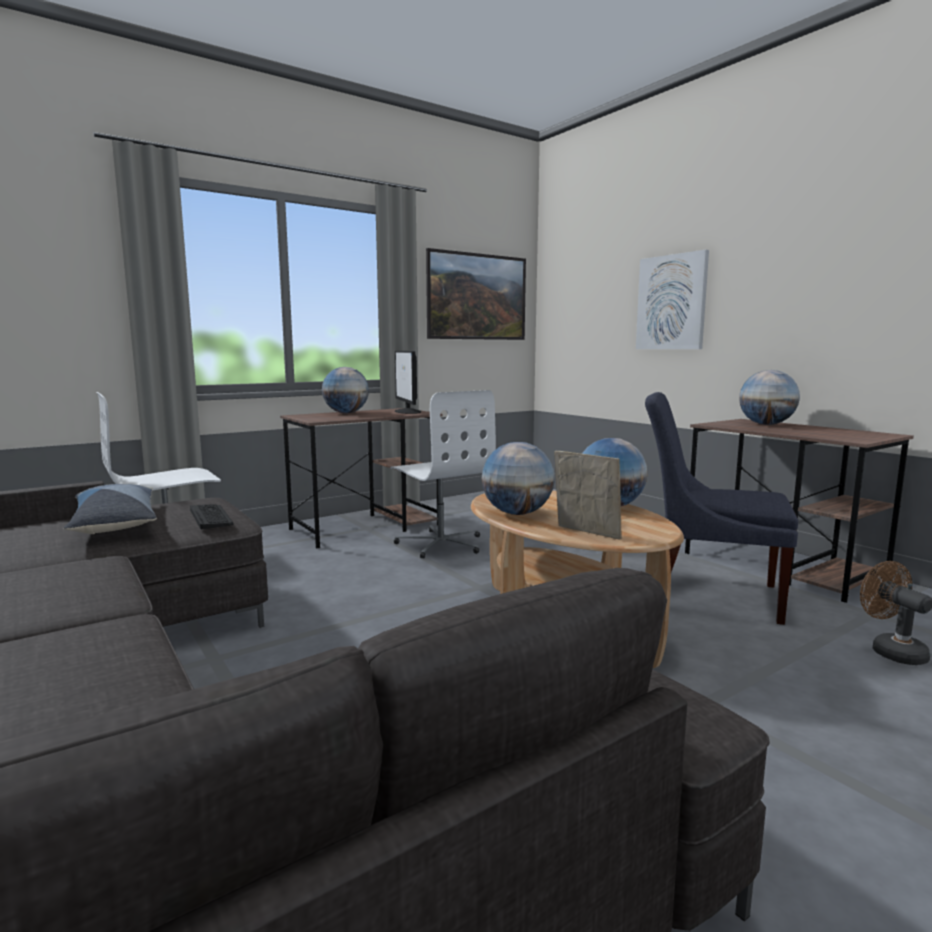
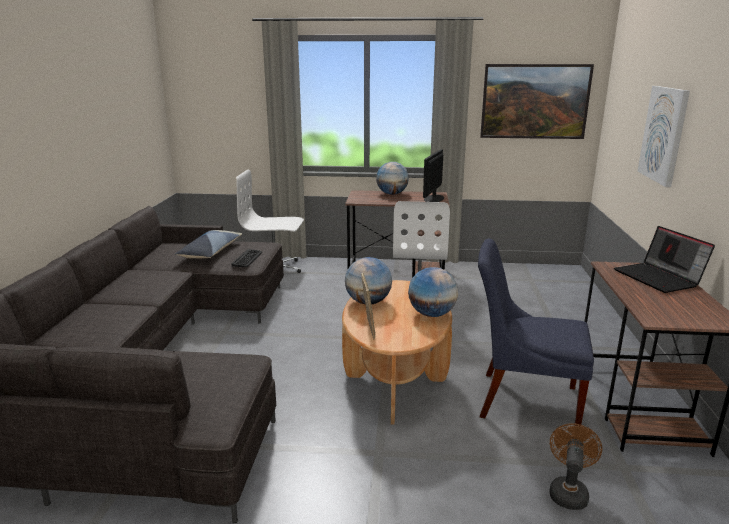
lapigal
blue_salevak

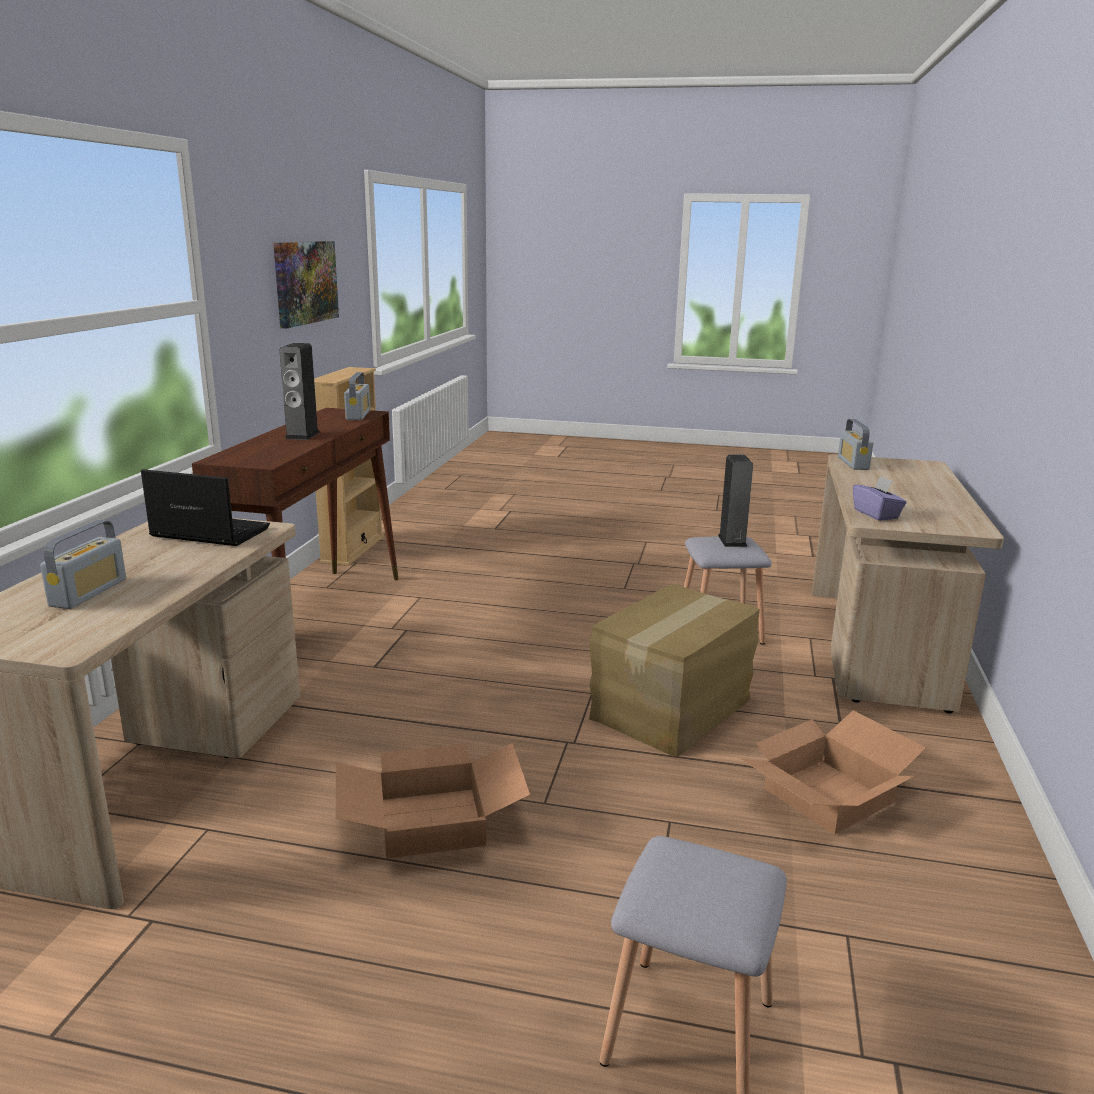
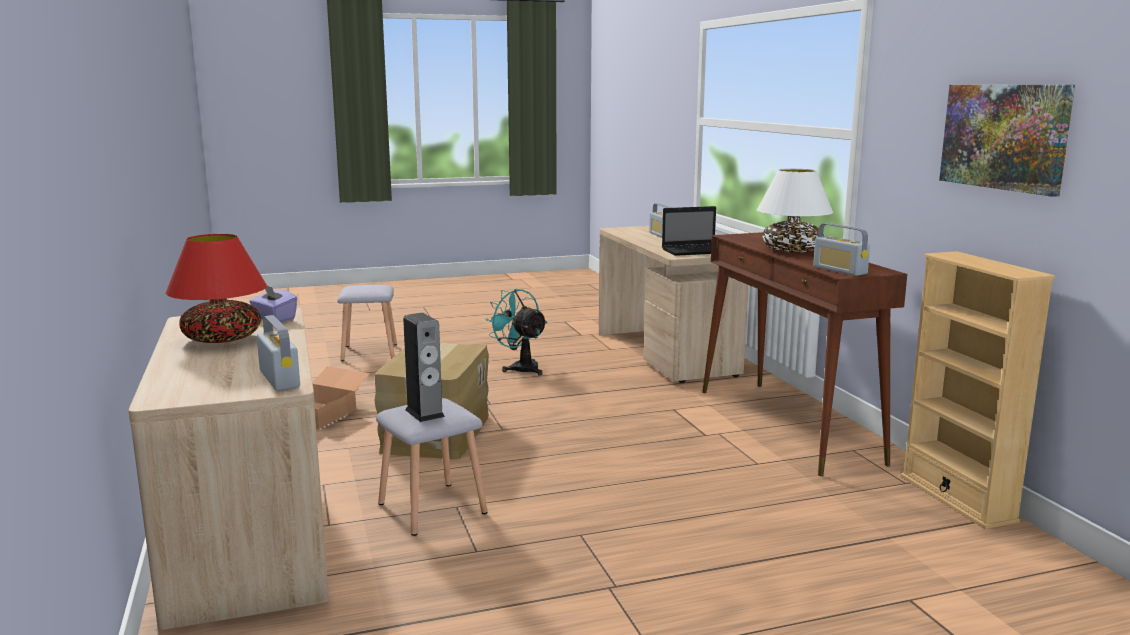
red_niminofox
white_niminofox
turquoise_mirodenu

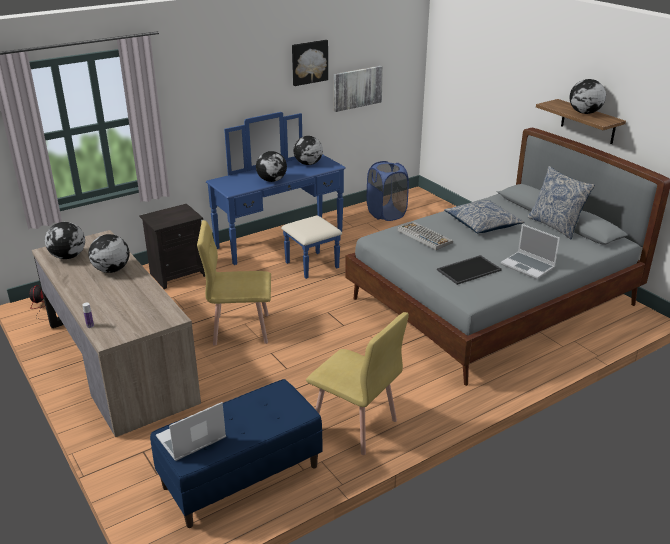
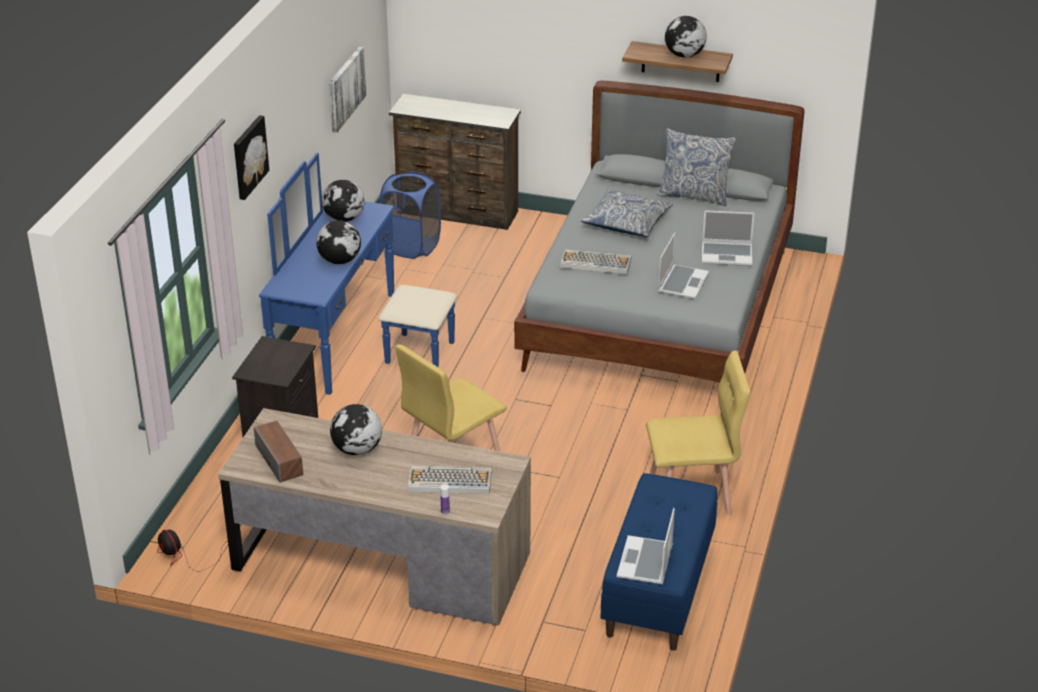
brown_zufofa
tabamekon (no. 1 from left)
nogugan (no. 1 from left)
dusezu
lapigal (no. 2 from left)

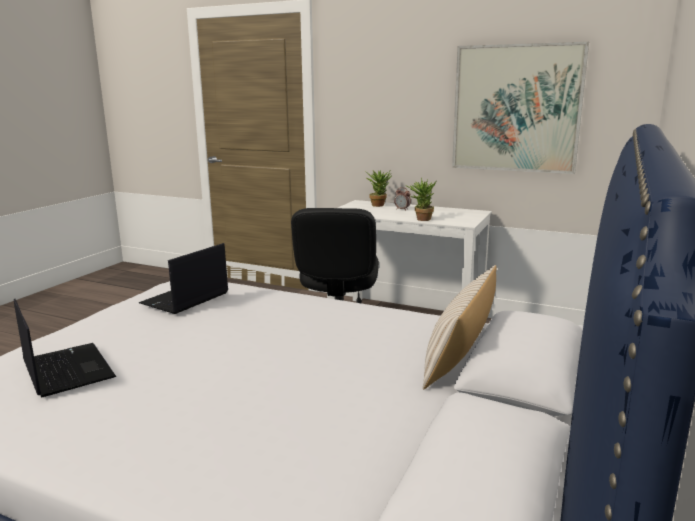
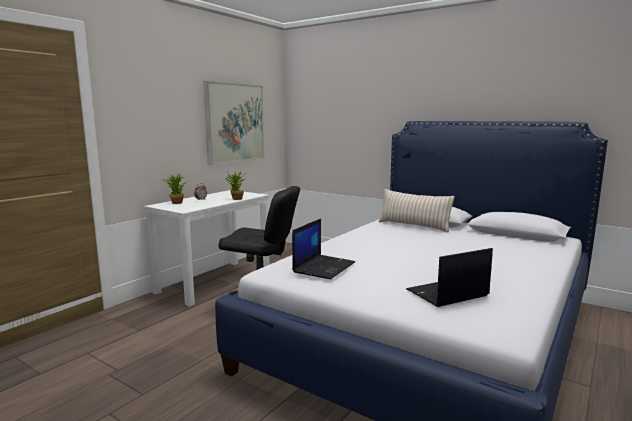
lapigal (no. 1 from left)

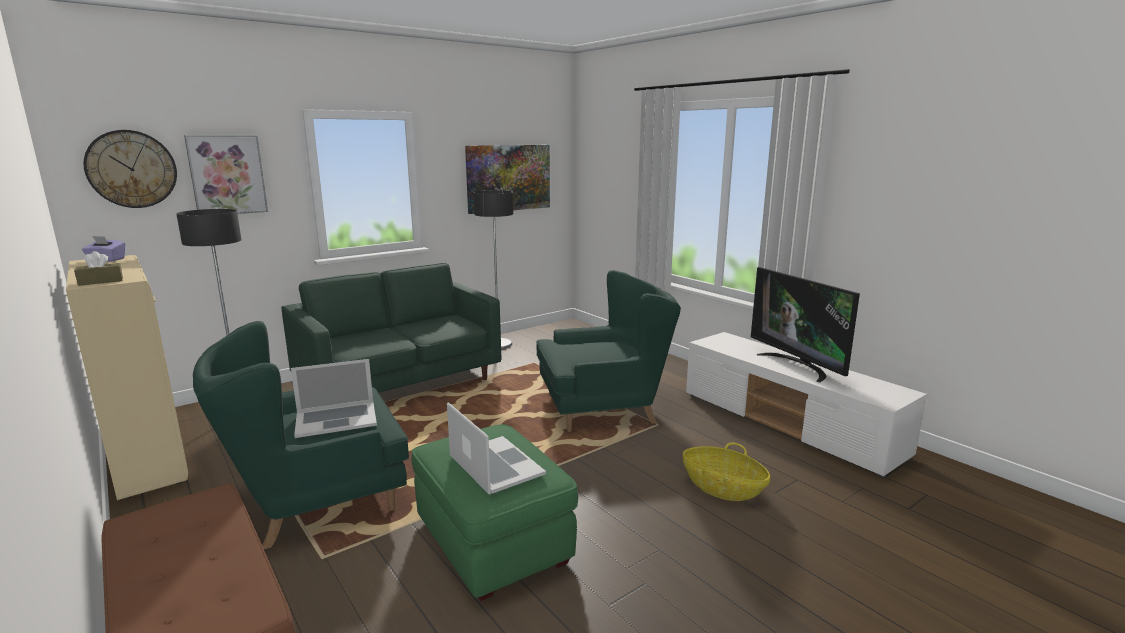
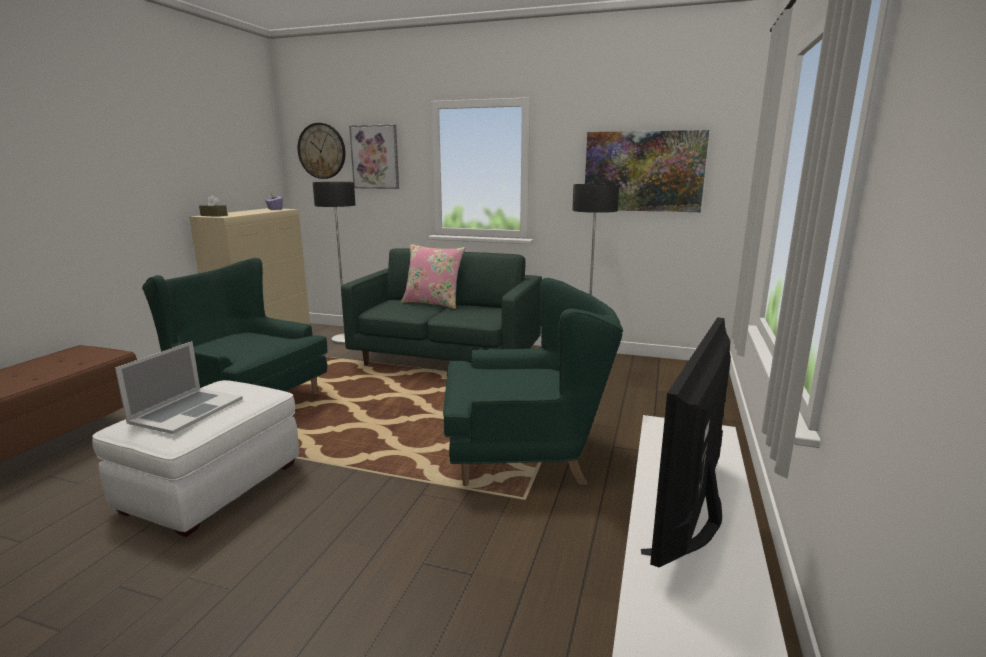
lapigal (no. 1 from left in the first image)
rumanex
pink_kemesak
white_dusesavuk
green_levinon (no. 2 from left)

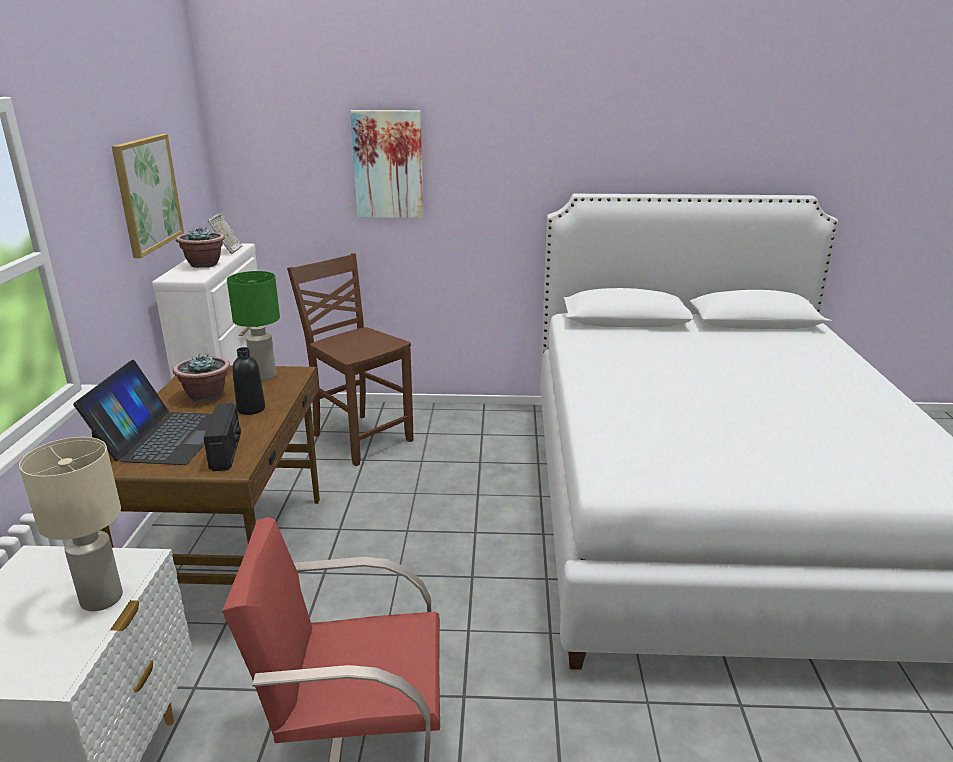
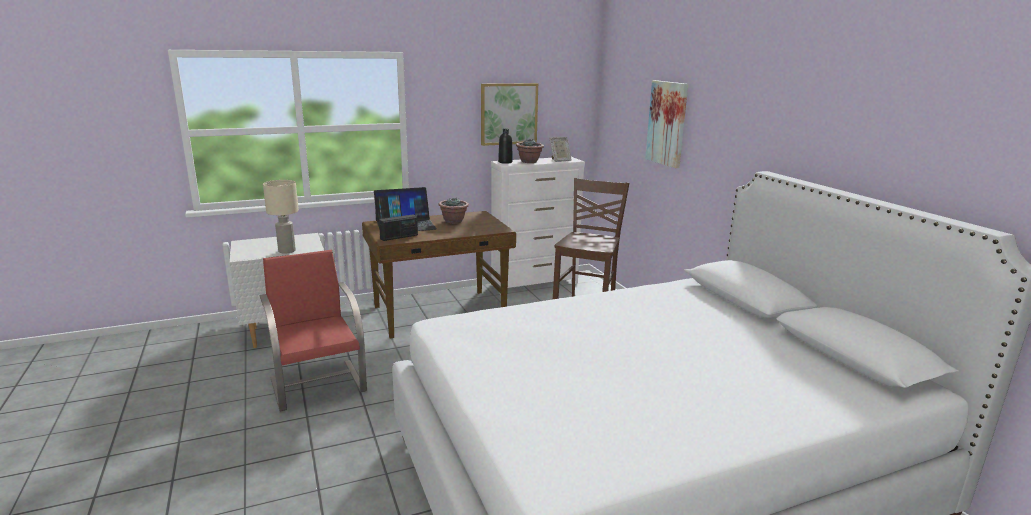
green_niminofox
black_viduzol

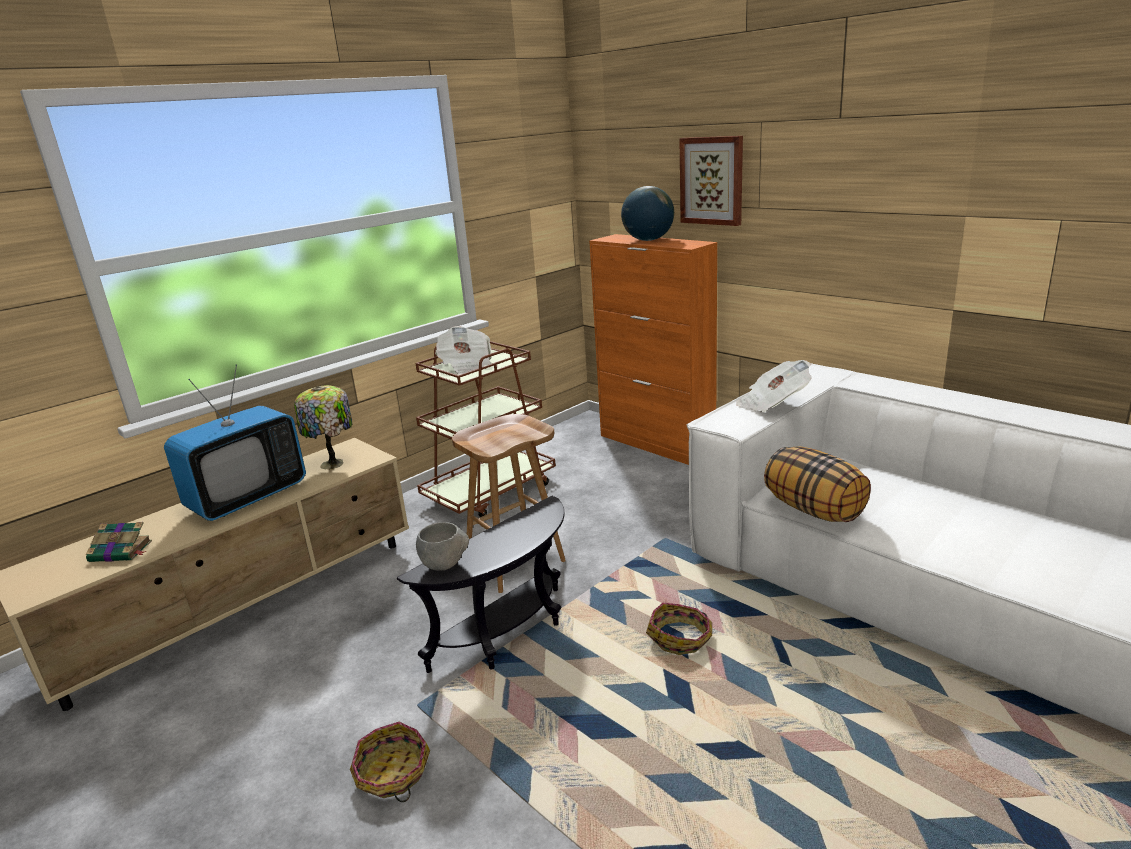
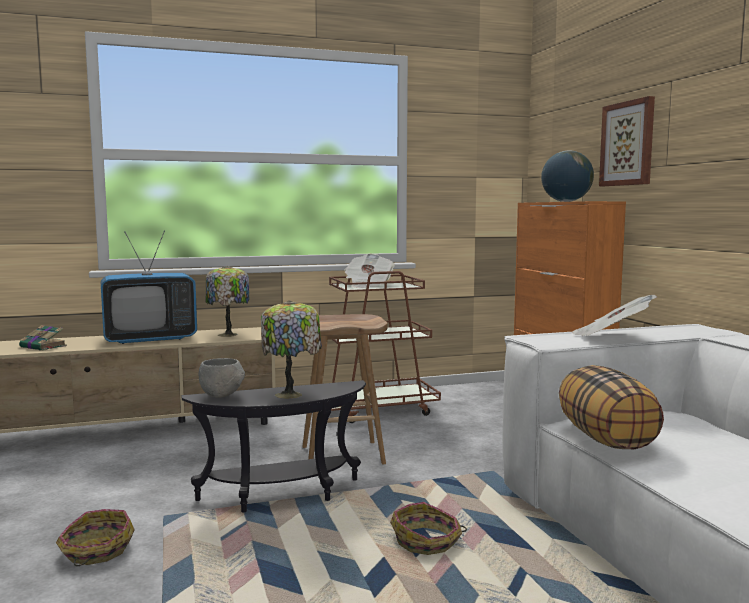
niminofox (no. 2 from left)

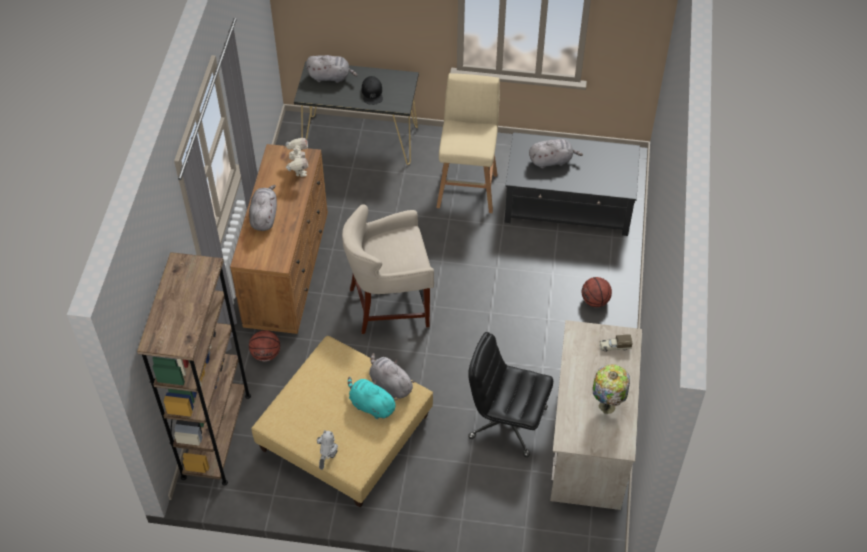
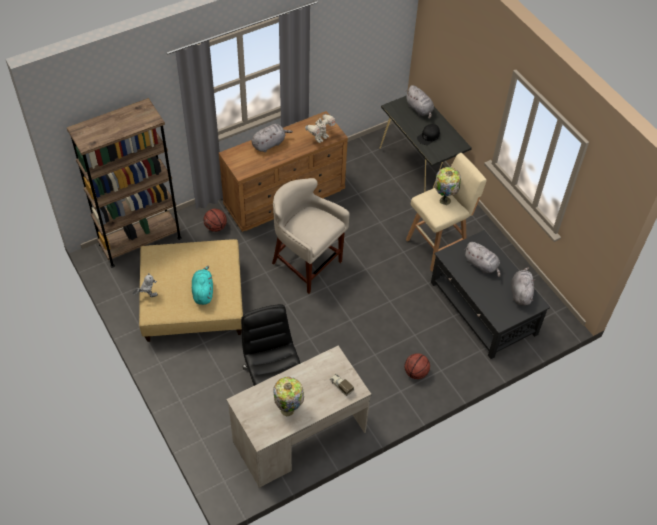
niminofox (no. 2 from left)
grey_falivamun (no. 4 from left)

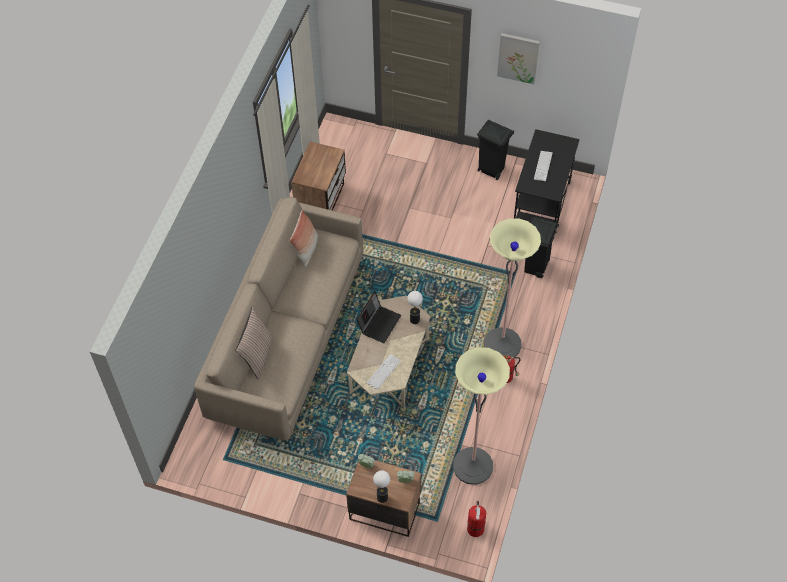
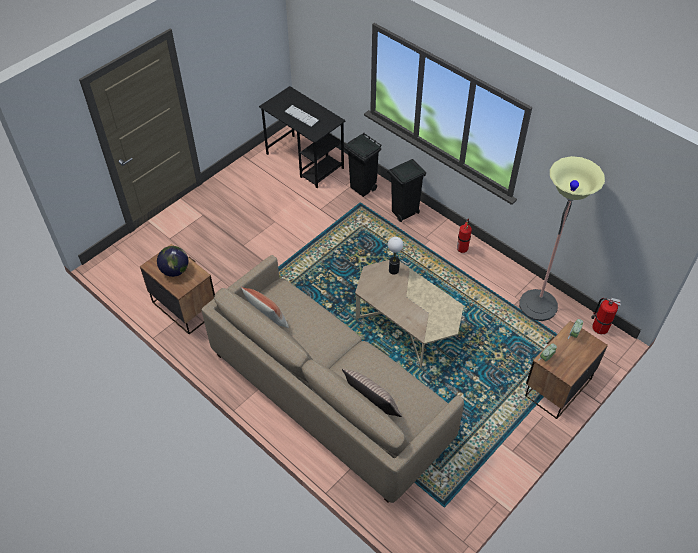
lapigal
tabamekon (no. 1 from left in the first image)
niminofox (no. 1 from left in the first image)
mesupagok (no. 2 from left in the first image)
nogugan
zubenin
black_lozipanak (no. 2 from left)

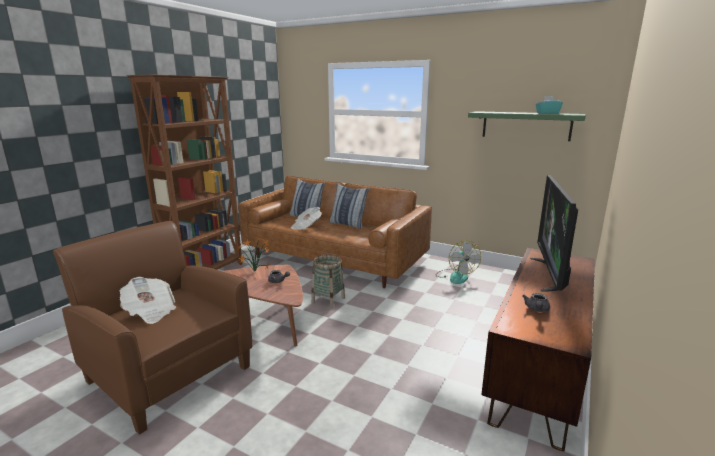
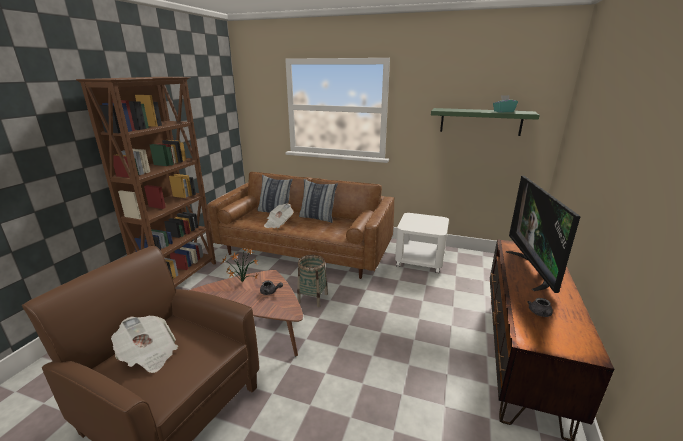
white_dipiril

